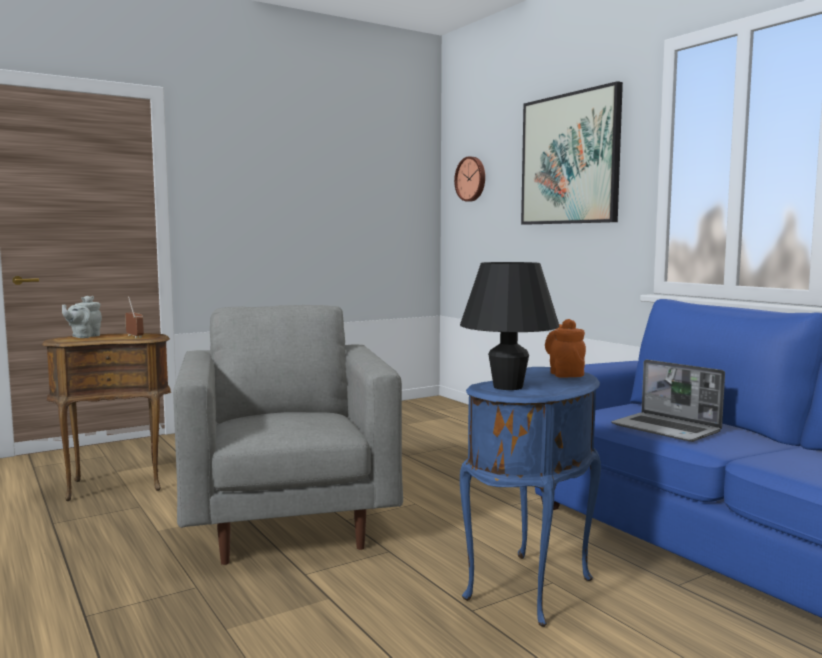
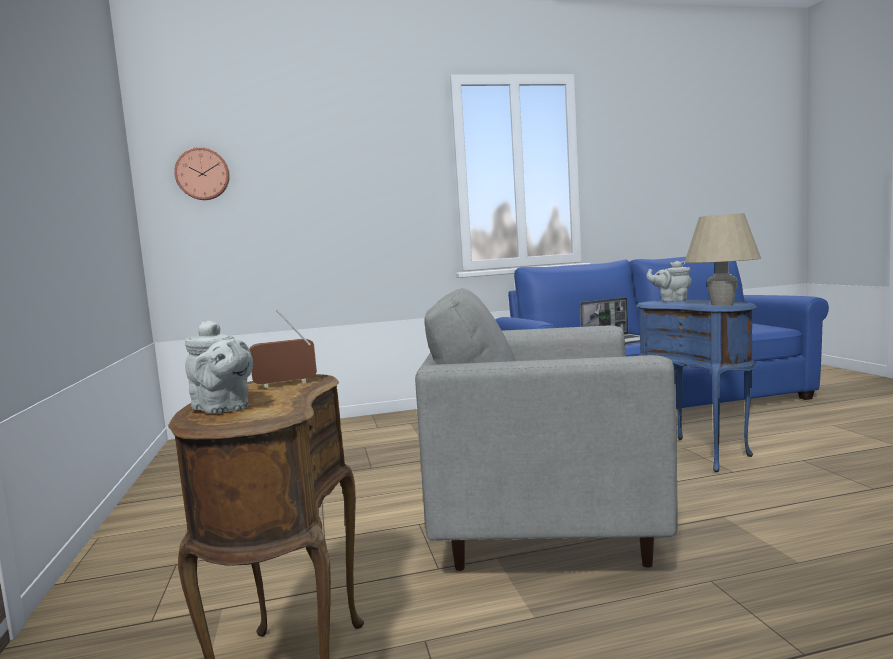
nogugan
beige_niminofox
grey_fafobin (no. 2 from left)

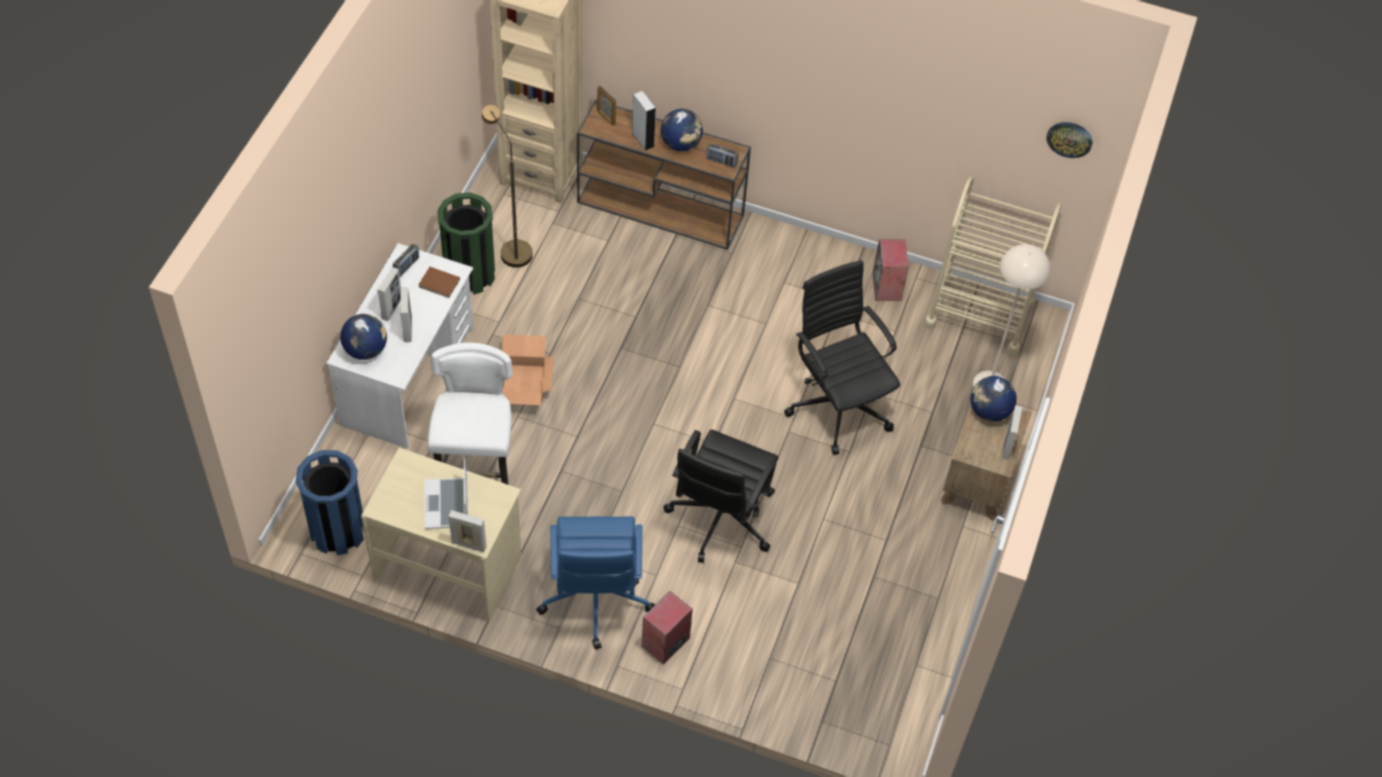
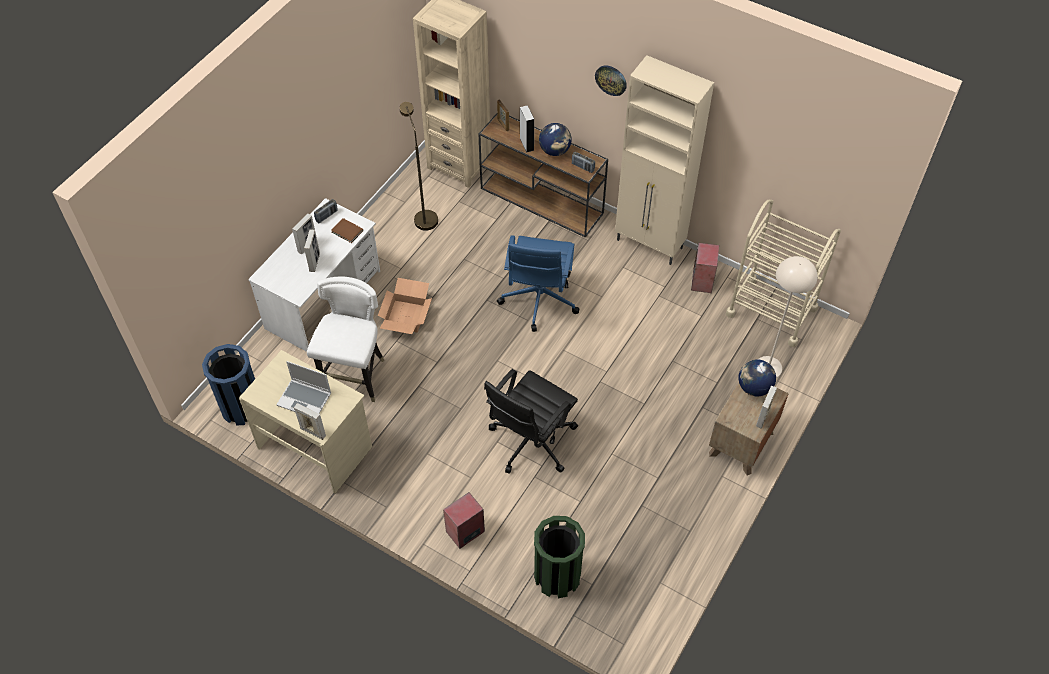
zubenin (no. 1 from left in the first image)
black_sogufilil (no. 2 from left in the first image)
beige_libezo
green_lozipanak
blue_sogufilil
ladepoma
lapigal

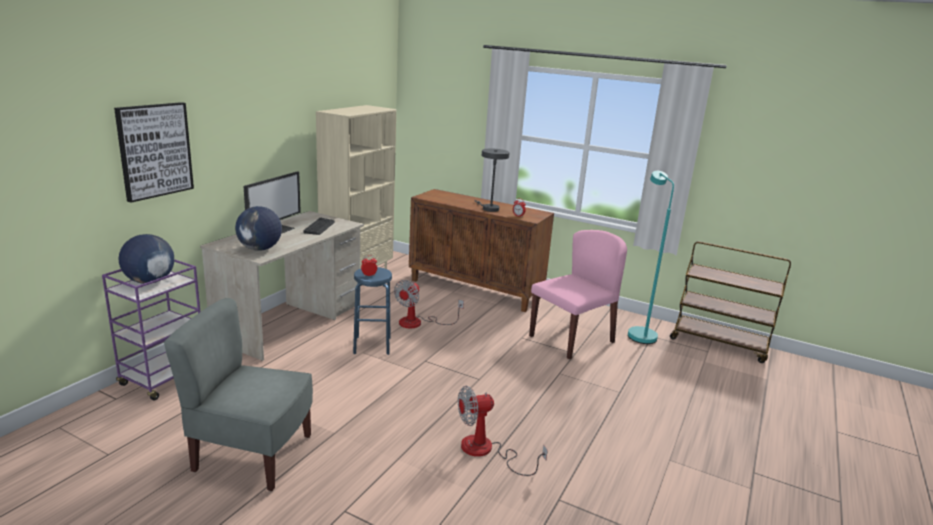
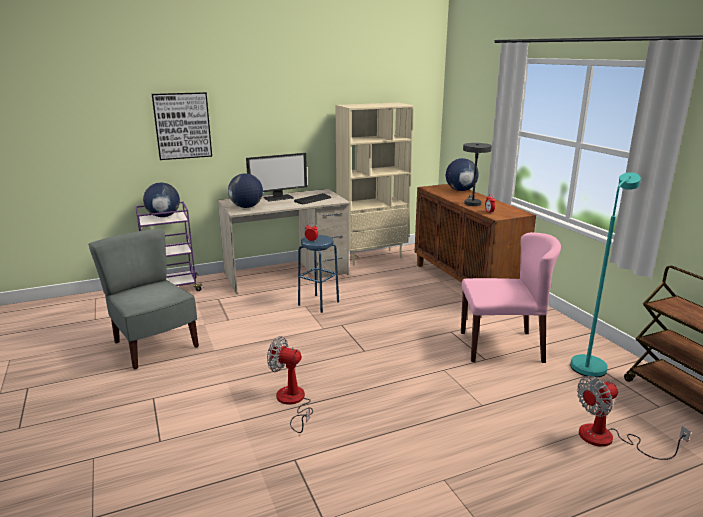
zubenin (no. 3 from left)
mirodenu (no. 2 from left)

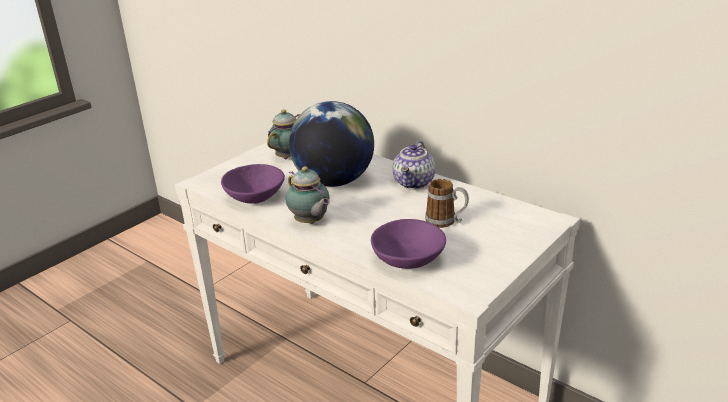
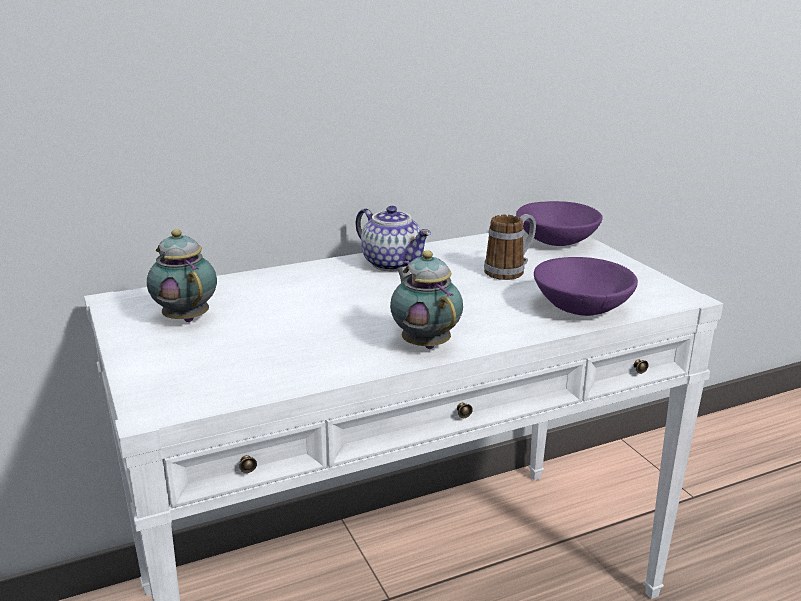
zubenin
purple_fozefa (no. 1 from left)
fafobin (no. 3 from left)

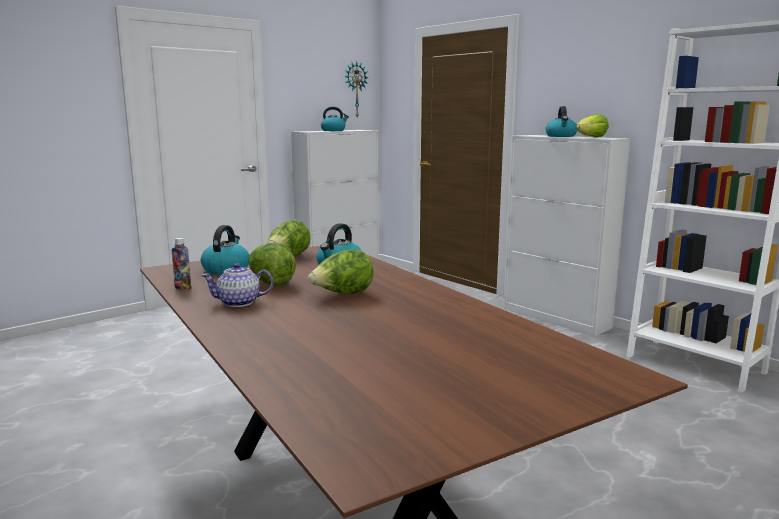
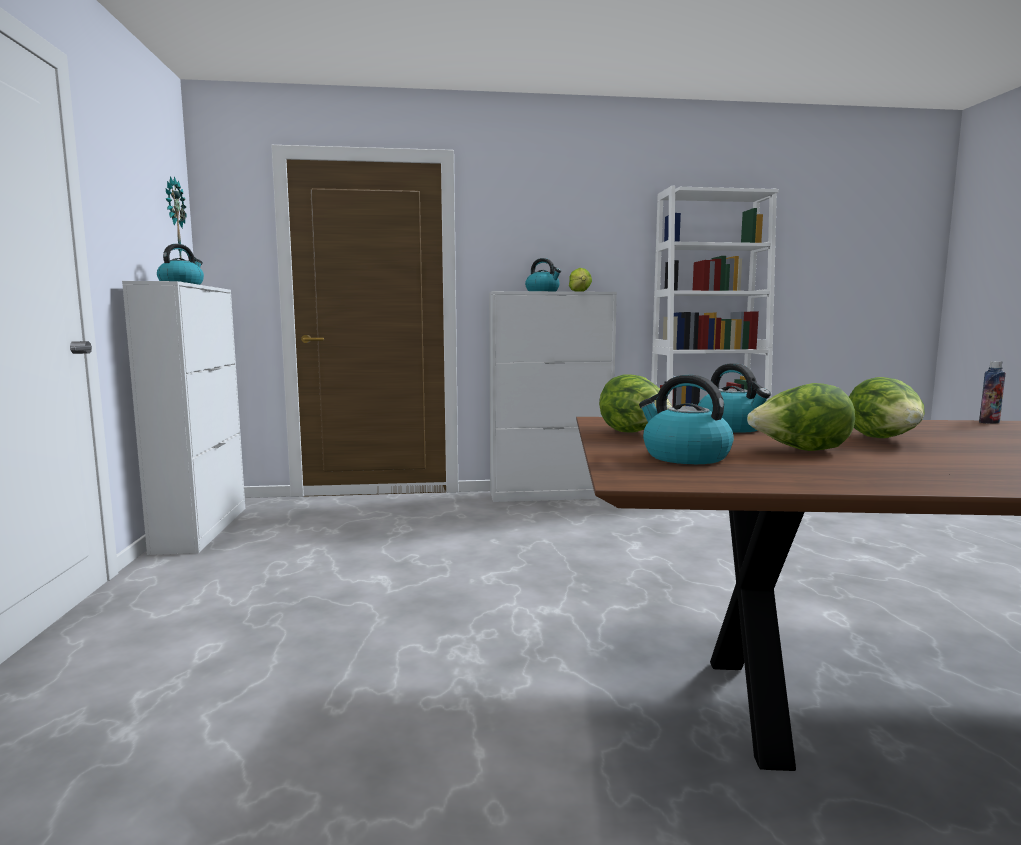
fafobin
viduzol

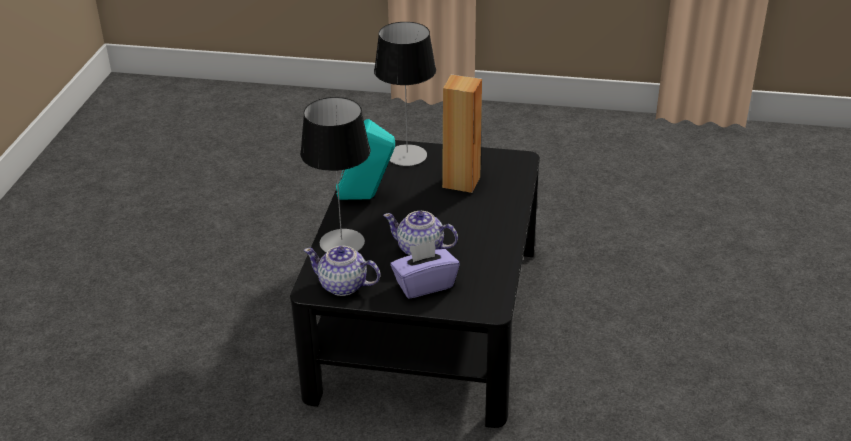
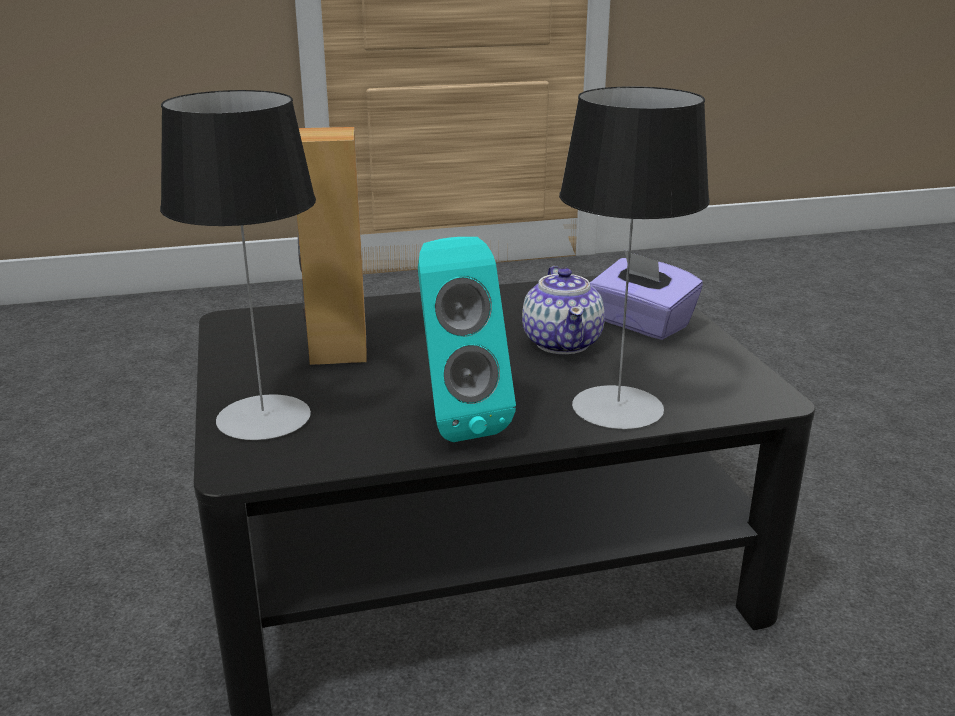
fafobin (no. 1 from left in the first image)

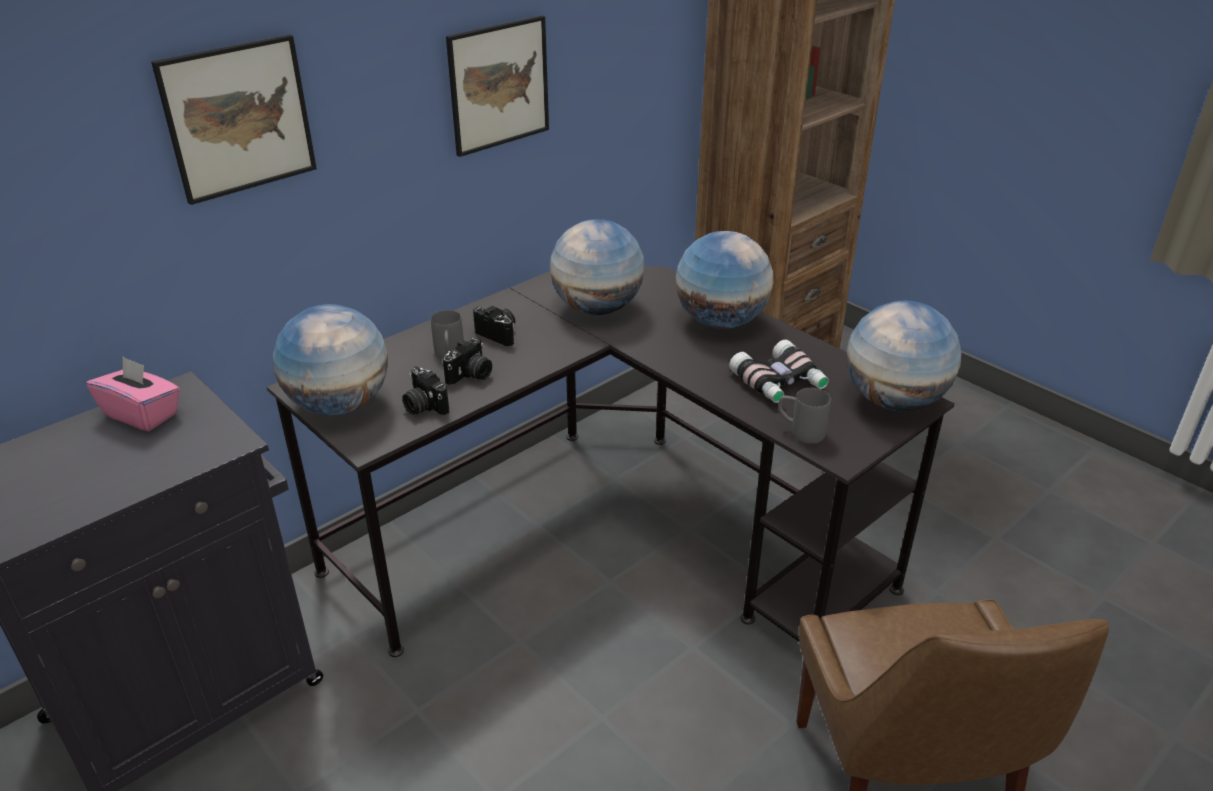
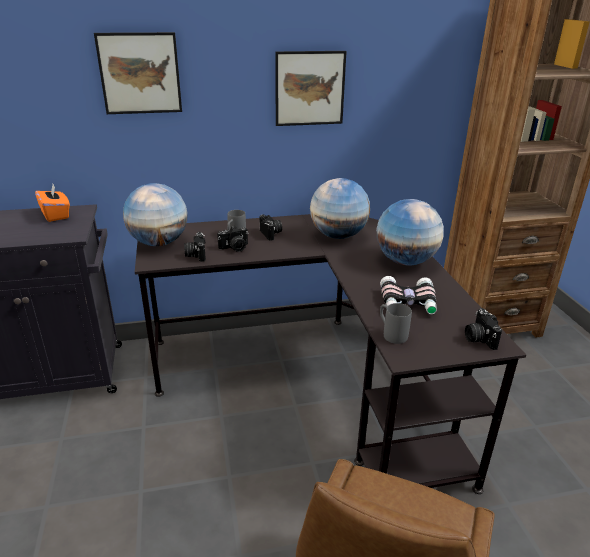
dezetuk (no. 4 from left)
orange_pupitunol

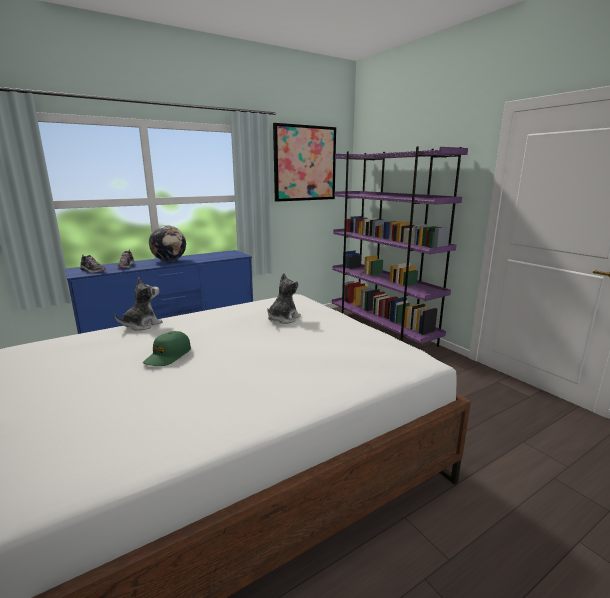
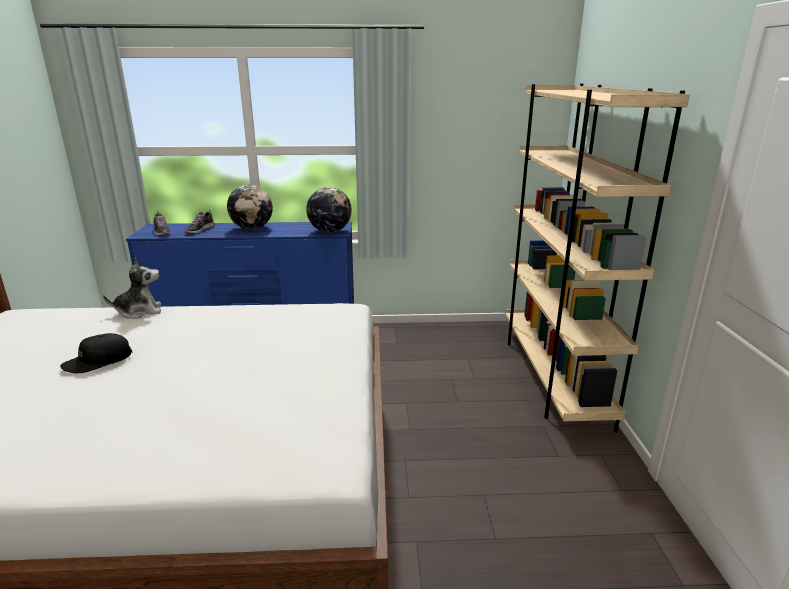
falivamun (no. 2 from left in the first image)
nogugan
zubenin (no. 2 from left)
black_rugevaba
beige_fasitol

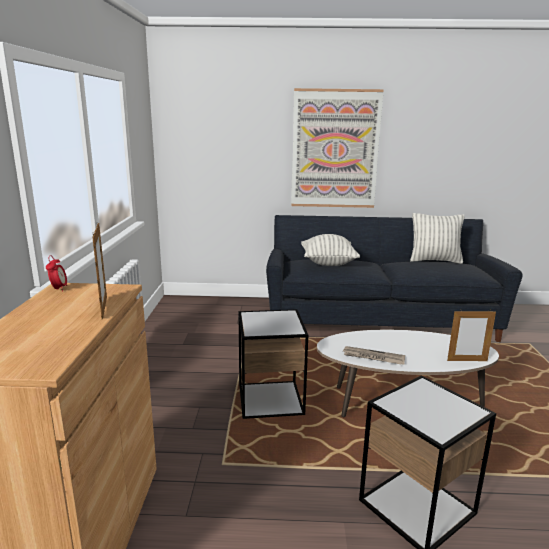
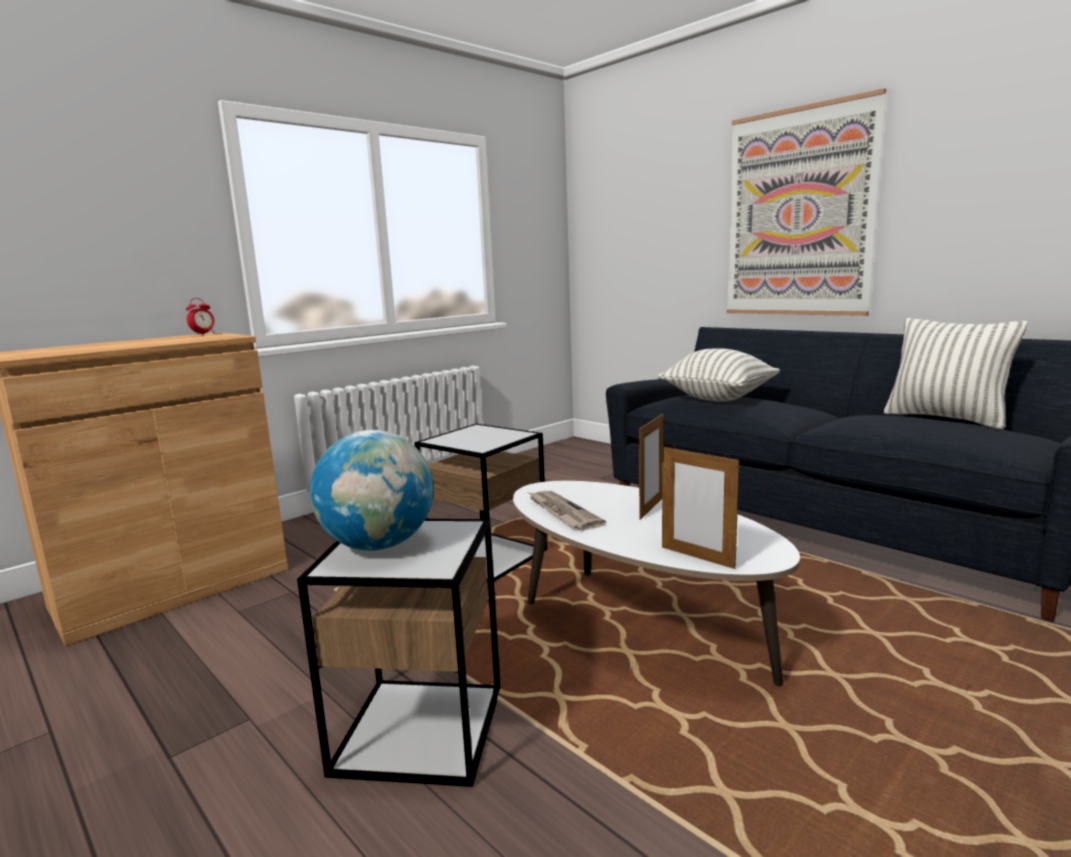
zubenin
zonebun (no. 1 from left)

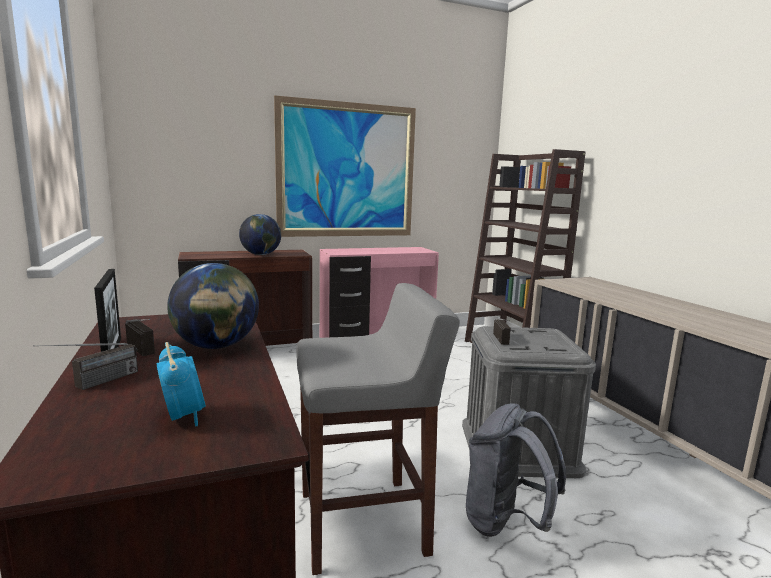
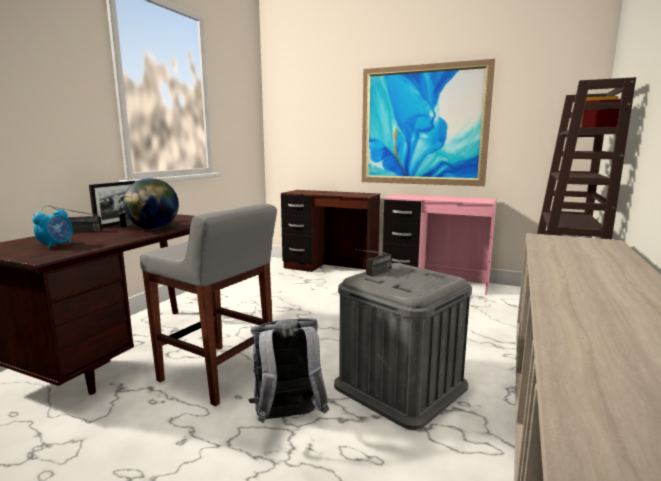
zubenin (no. 2 from left in the first image)

